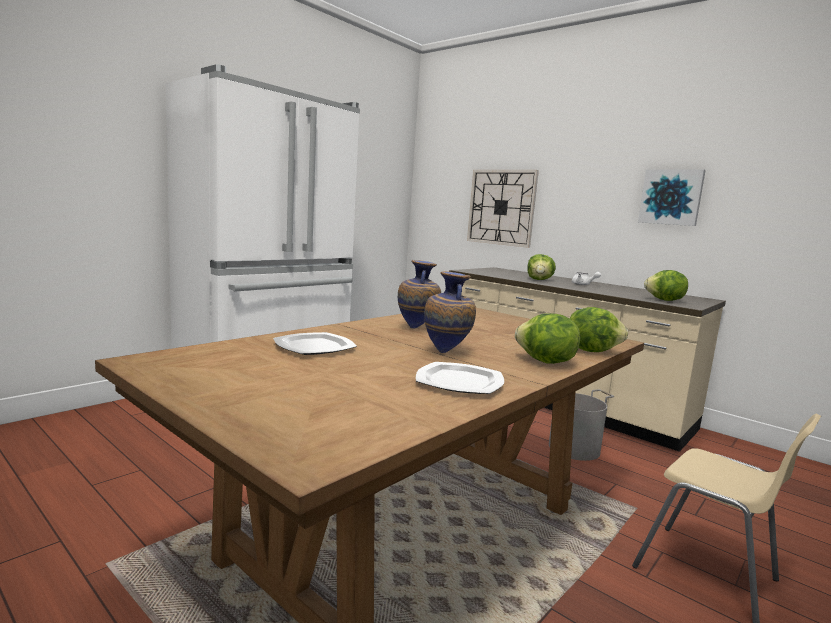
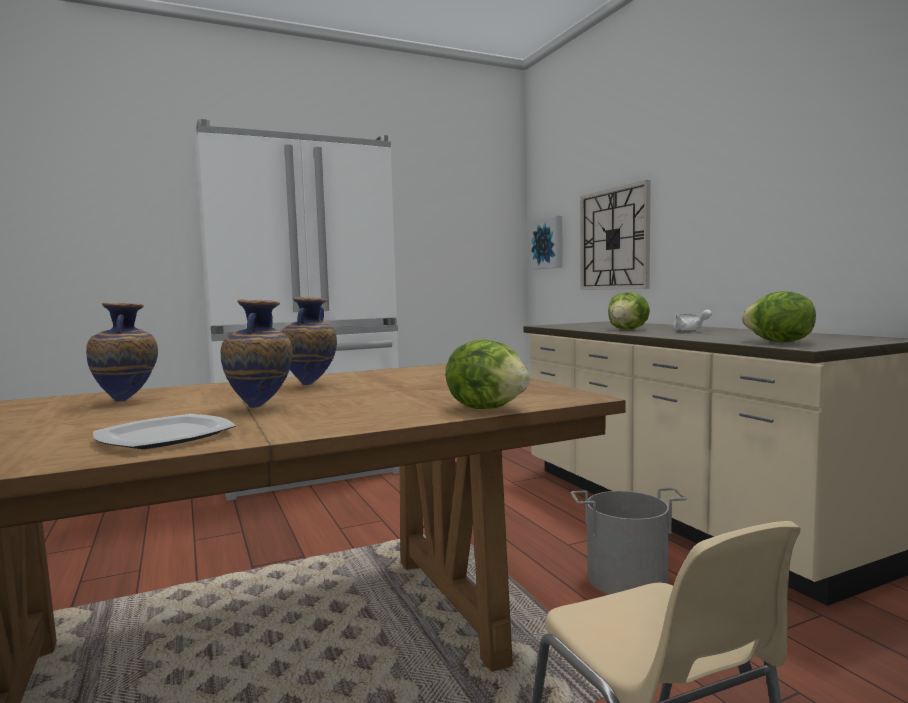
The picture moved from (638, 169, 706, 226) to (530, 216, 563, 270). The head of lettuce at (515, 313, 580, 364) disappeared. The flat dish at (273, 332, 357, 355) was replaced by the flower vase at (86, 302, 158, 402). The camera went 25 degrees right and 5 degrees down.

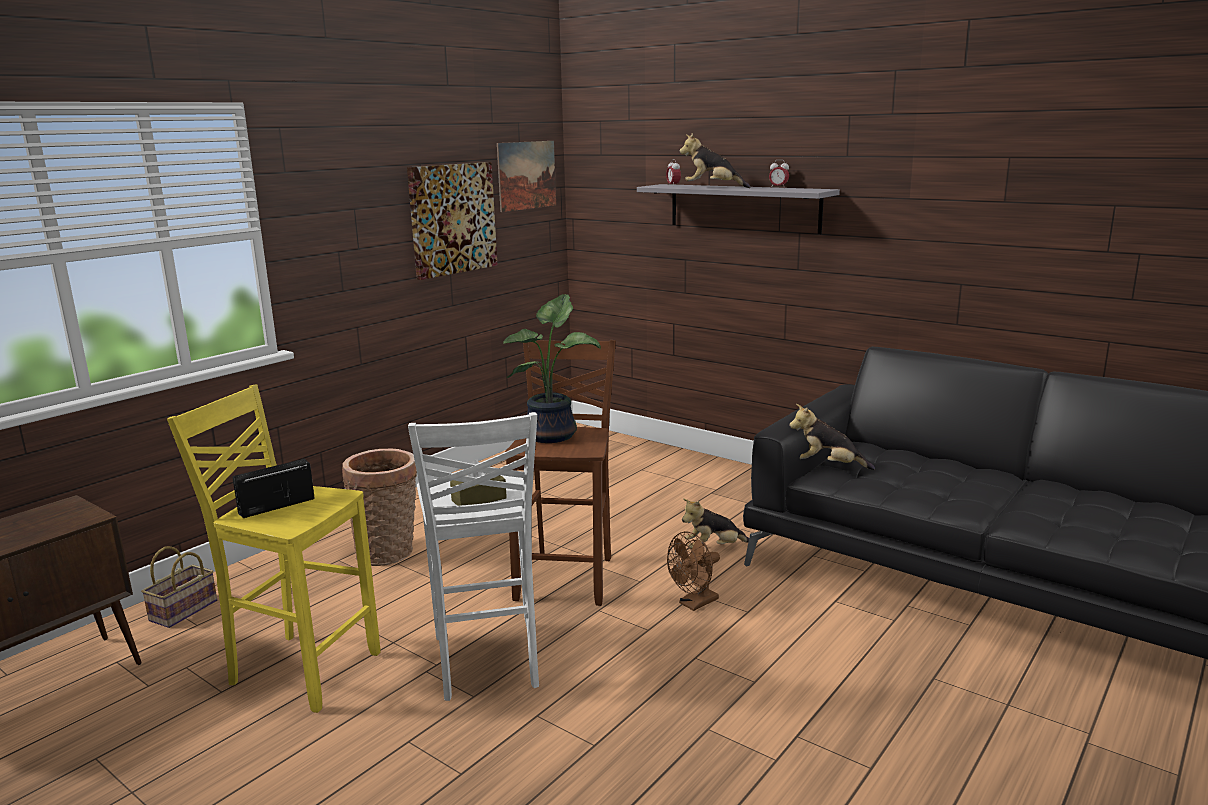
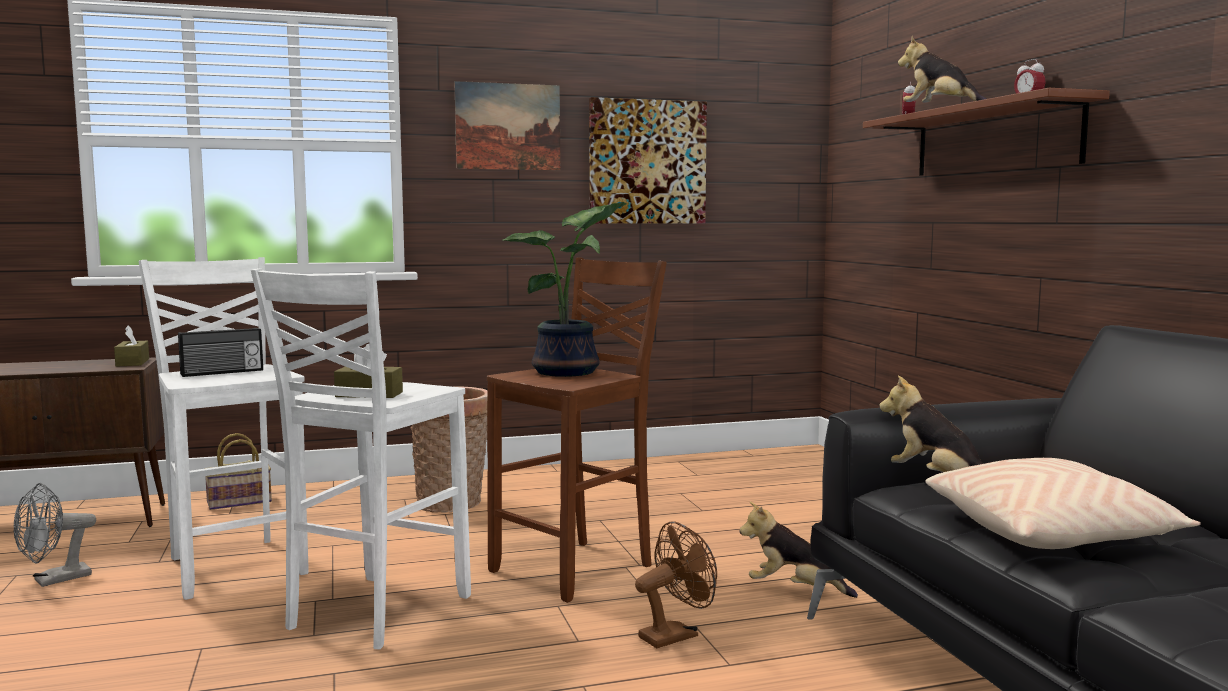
The picture moved from (497, 141, 556, 212) to (454, 81, 560, 170). The grey bracket shelf at (637, 184, 840, 234) became the brownish bracket shelf at (863, 88, 1110, 176). The yellowish stool at (167, 384, 381, 713) became the white-coloured stool at (138, 257, 309, 600). The radio receiver at (233, 459, 315, 518) turned 150 degrees clockwise. The brownish electric fan at (667, 531, 720, 611) turned 150 degrees clockwise. The brownish box of tissues at (114, 325, 149, 367) appeared. The beige throw pillow at (926, 458, 1201, 549) appeared. The grey electric fan at (14, 483, 96, 587) appeared. The camera went 35 degrees right and 10 degrees down.

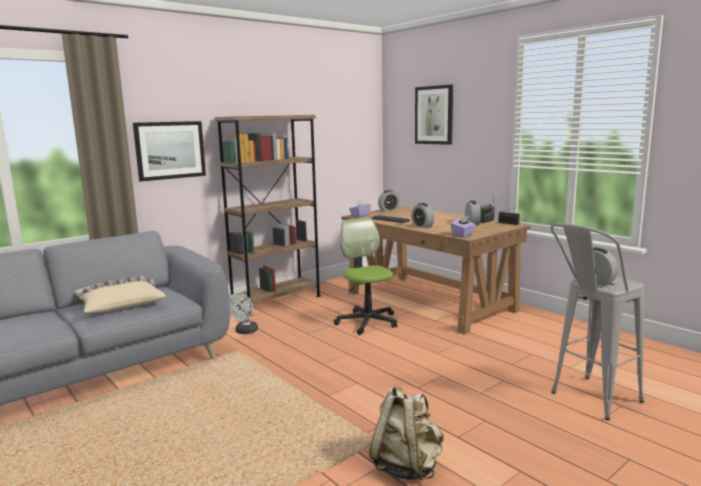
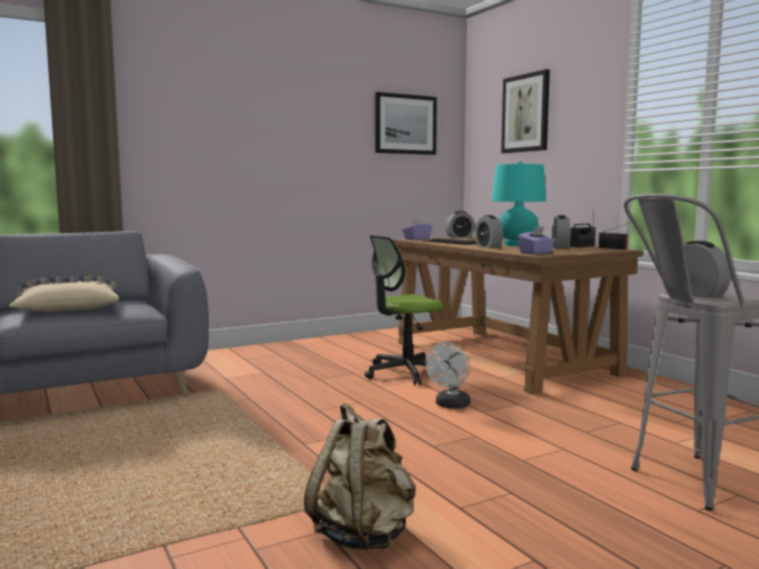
The brownish bookshelf at (215, 115, 321, 316) disappeared. The picture moved from (133, 121, 206, 182) to (375, 92, 437, 155). The office chair at (334, 218, 398, 335) turned 105 degrees counterclockwise. The white-coloured electric fan moved from (229, 293, 258, 334) to (425, 342, 470, 409). The blue-green table lamp at (491, 161, 546, 246) appeared. The camera went 10 degrees right and 5 degrees down.

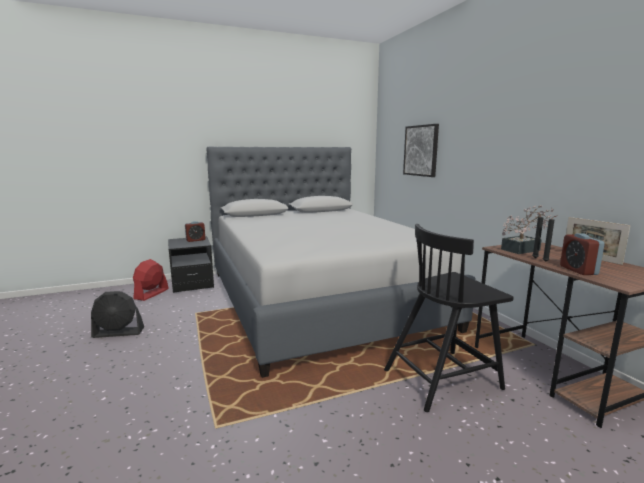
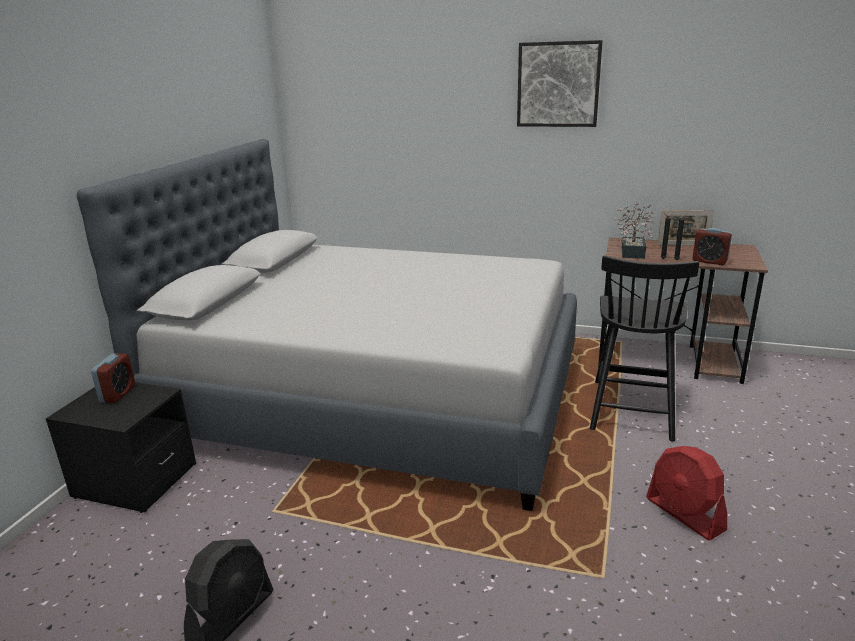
The picture moved from (403, 124, 439, 177) to (517, 40, 603, 127). The red-coloured electric fan moved from (133, 259, 169, 301) to (646, 446, 727, 540). The camera went 50 degrees left and 10 degrees up.

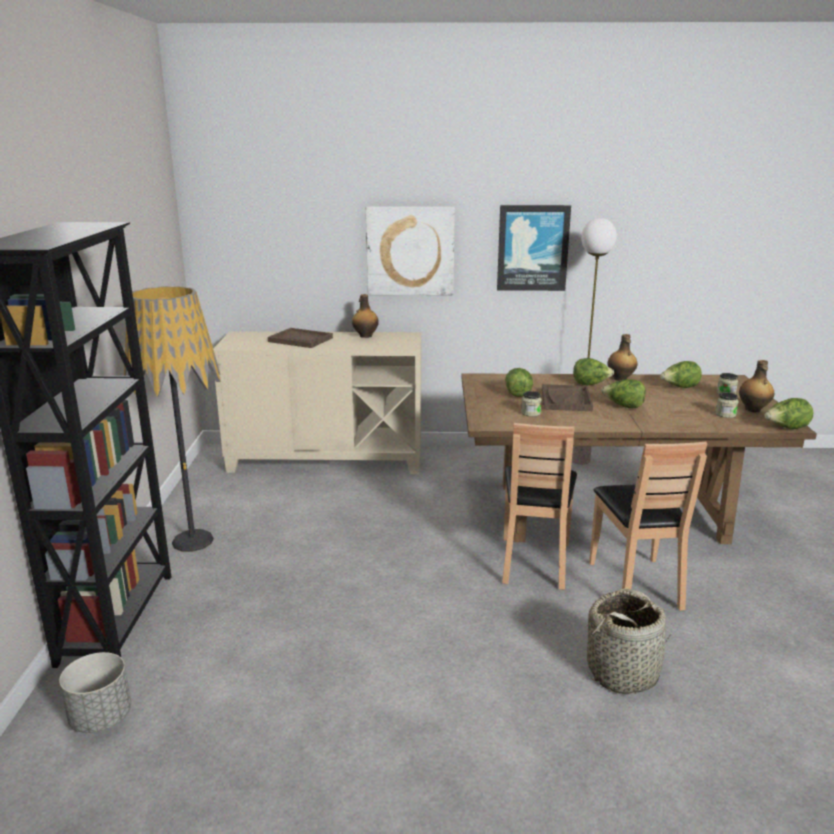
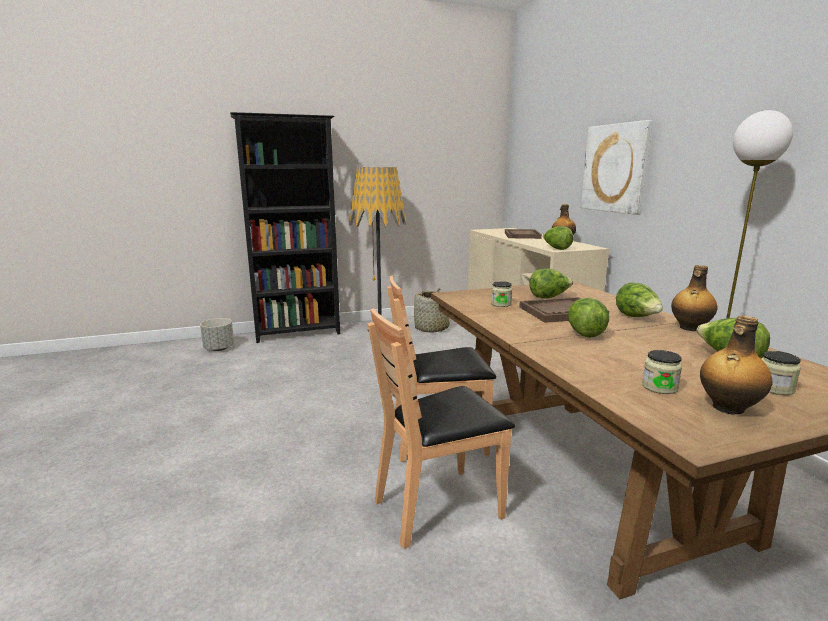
The picture at (497, 205, 571, 291) disappeared. The head of lettuce moved from (765, 398, 813, 429) to (543, 226, 574, 250). The storage basket moved from (586, 588, 671, 694) to (414, 288, 450, 332). The camera went 70 degrees right and 5 degrees down.

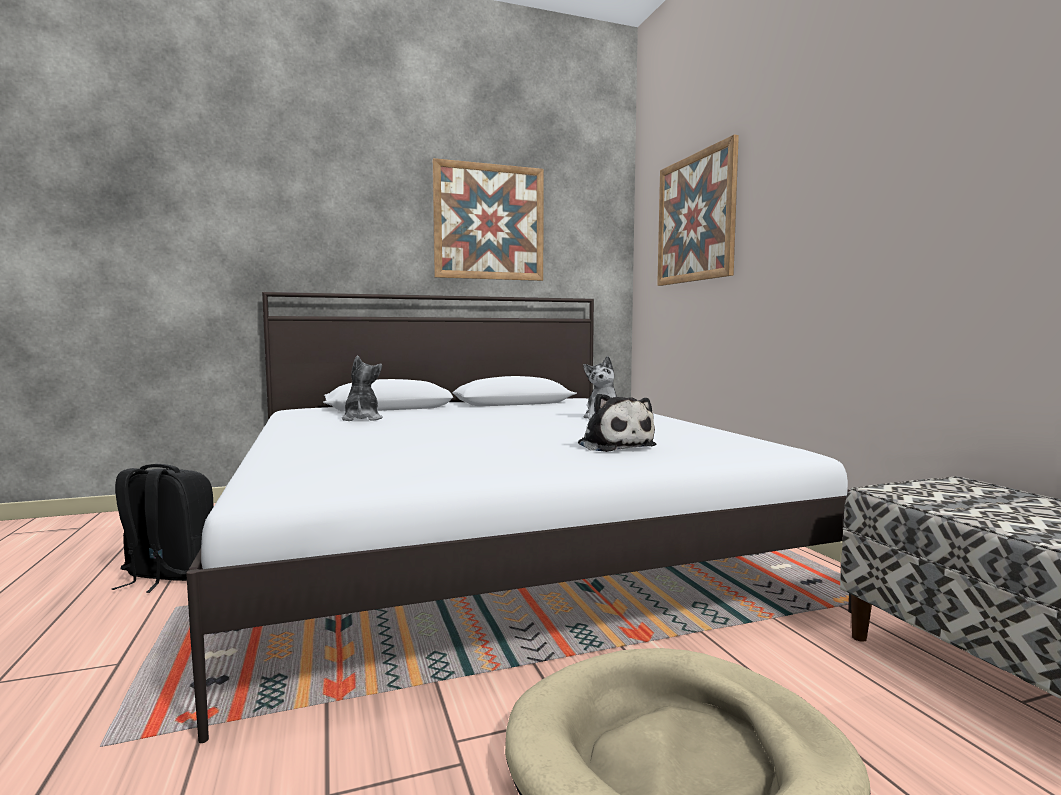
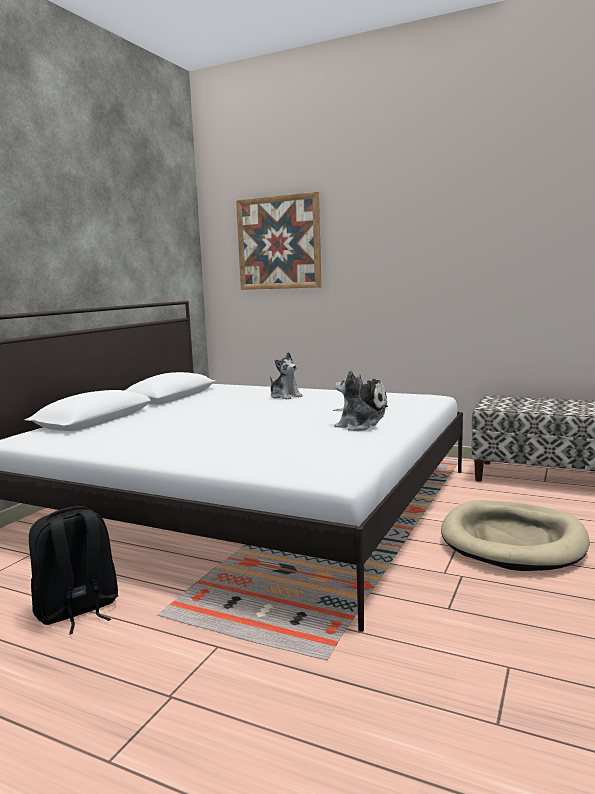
The picture at (432, 158, 544, 281) disappeared. The plush toy moved from (342, 356, 383, 421) to (334, 370, 385, 431). The camera went 45 degrees left and 5 degrees up.

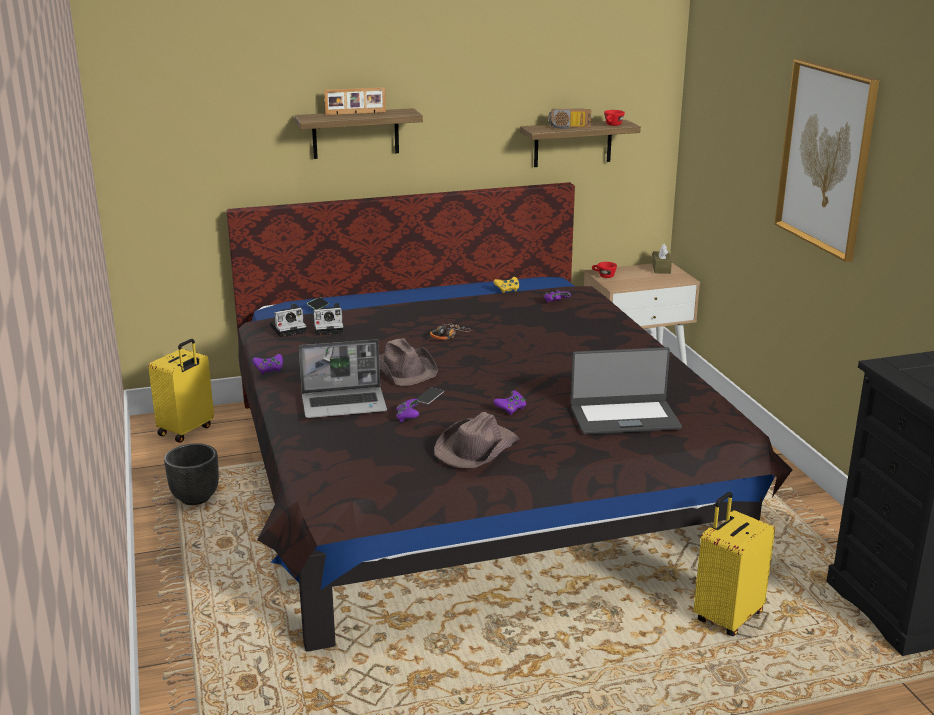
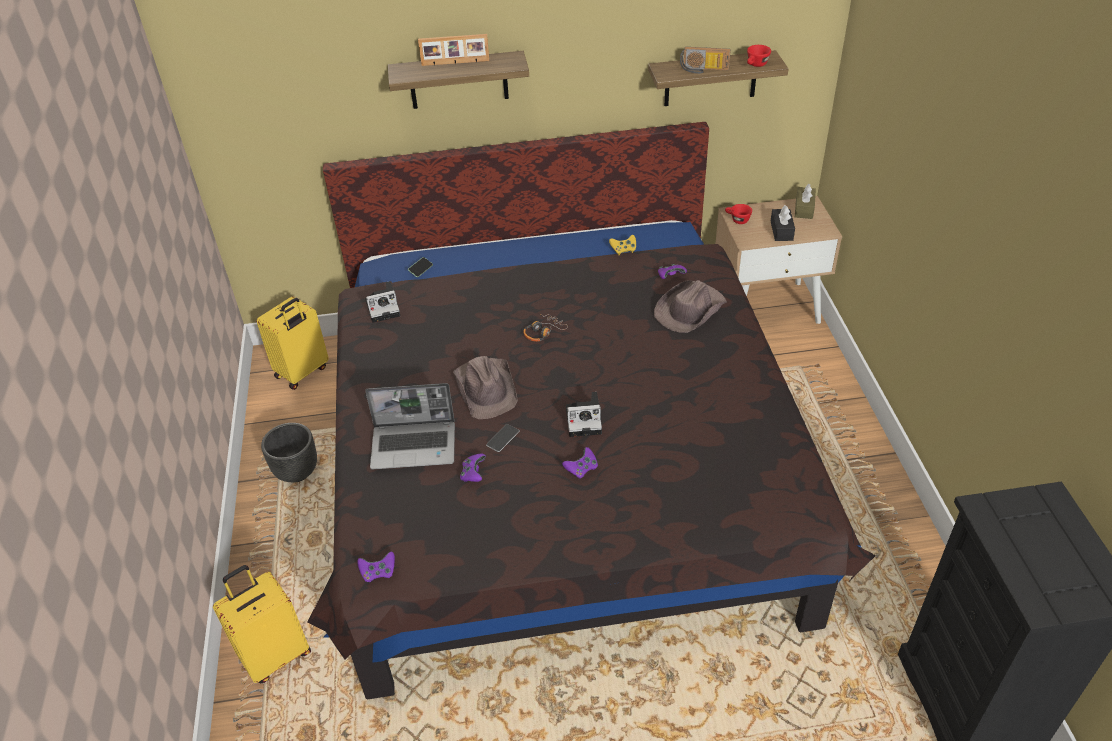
The picture at (774, 59, 879, 262) disappeared. The still camera moved from (313, 303, 344, 335) to (566, 392, 602, 437). The notebook computer at (570, 347, 682, 435) disappeared. The purple game controller moved from (252, 354, 283, 375) to (357, 552, 395, 582). The brownish wearable hat moved from (434, 412, 520, 468) to (654, 280, 727, 333). The yellowish suitcase moved from (694, 492, 775, 636) to (213, 565, 311, 683). The blackish box of tissues at (771, 205, 795, 241) appeared. The camera went 10 degrees right and 20 degrees up.

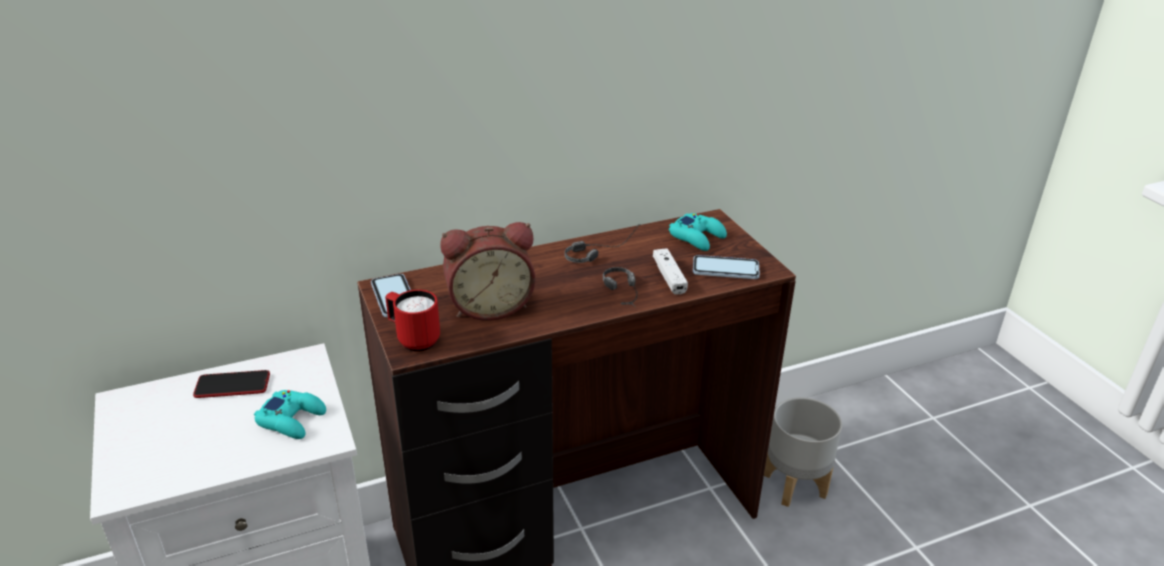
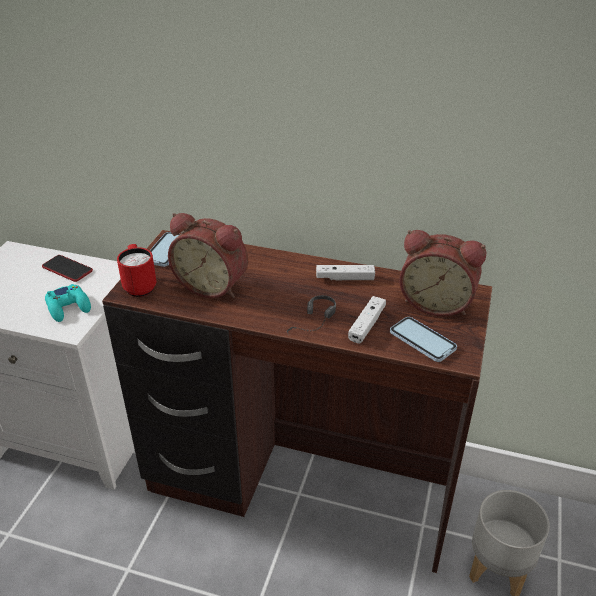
The blue-green game controller at (669, 213, 727, 251) was replaced by the bedside clock at (399, 230, 486, 317). The pair of headphones at (565, 224, 640, 263) was replaced by the white-coloured game controller at (316, 265, 375, 280). The camera went 40 degrees right and 5 degrees up.

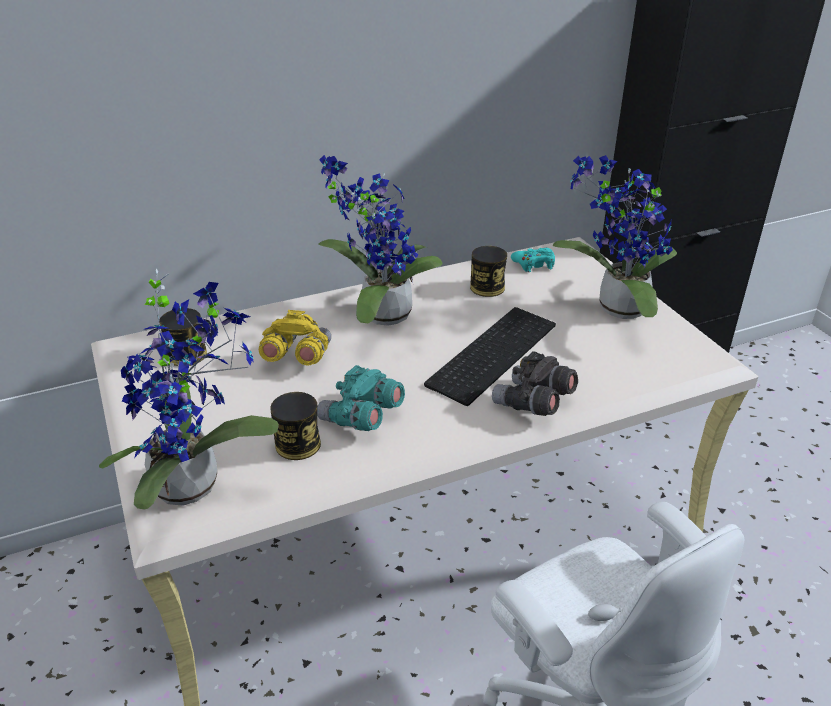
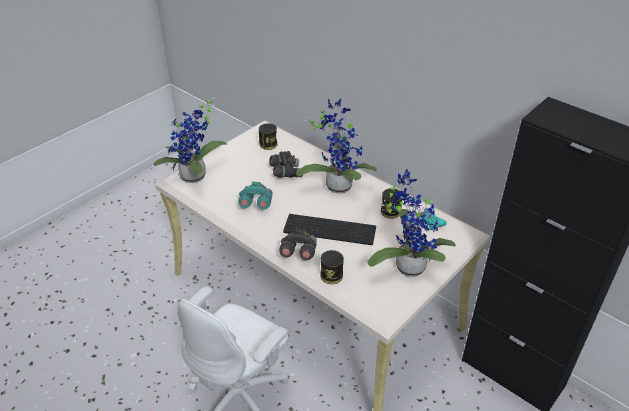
The yellowish binoculars at (259, 310, 331, 366) became the grey binoculars at (269, 151, 303, 178). The can moved from (270, 392, 321, 460) to (320, 250, 344, 284). The camera went 65 degrees right and 5 degrees up.

